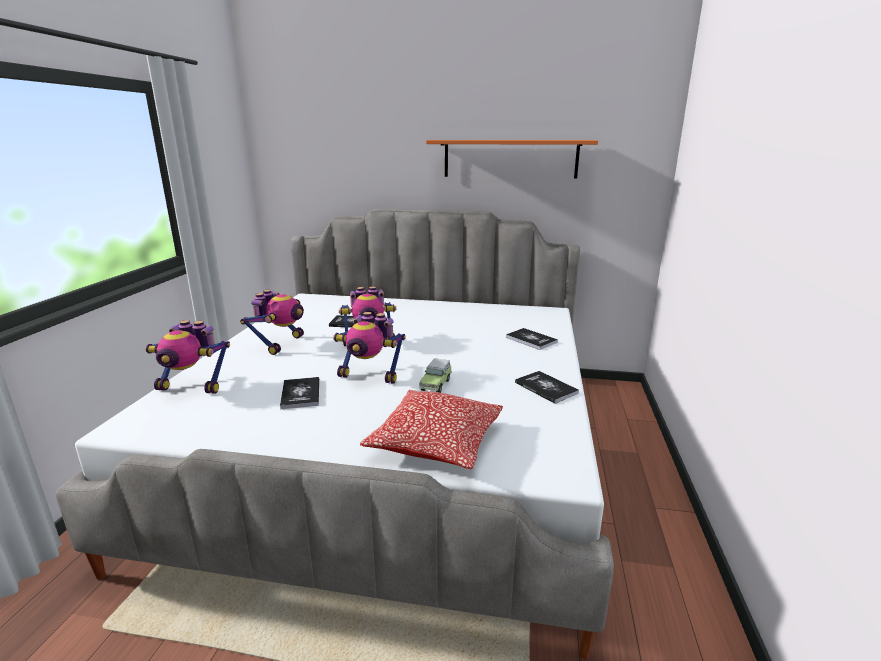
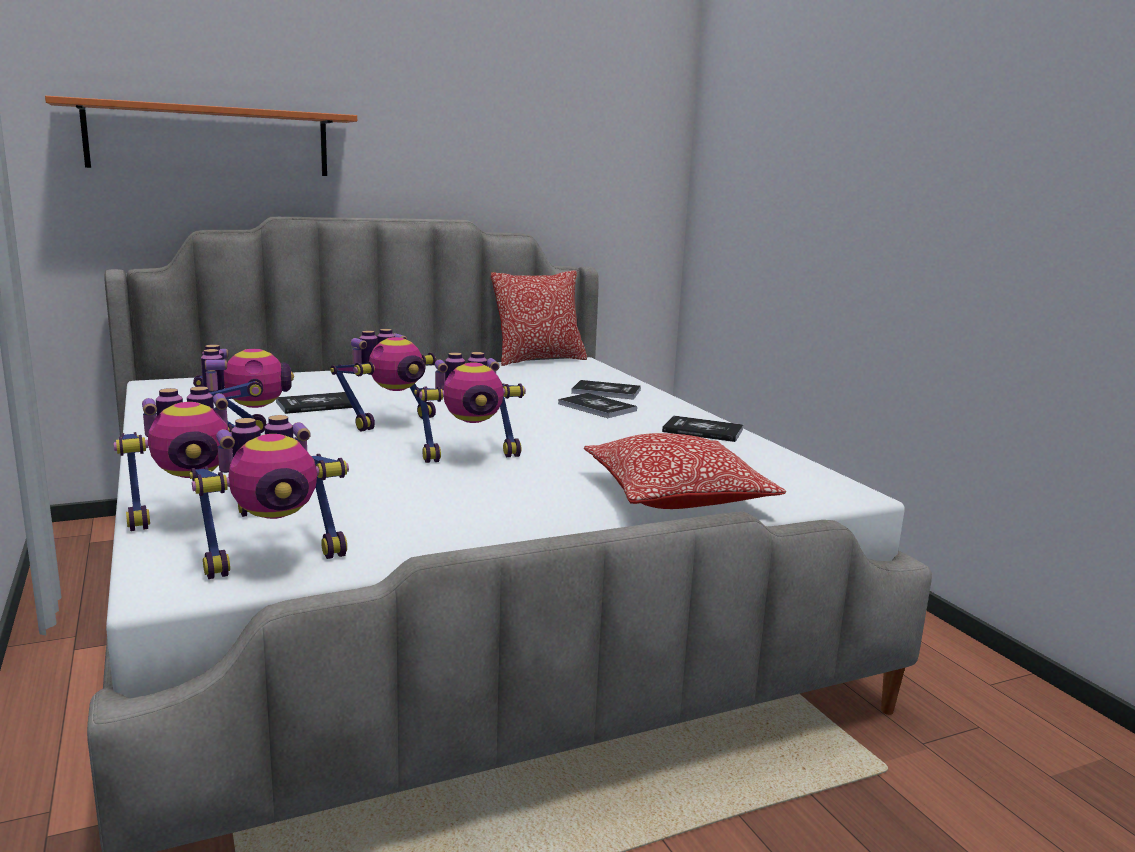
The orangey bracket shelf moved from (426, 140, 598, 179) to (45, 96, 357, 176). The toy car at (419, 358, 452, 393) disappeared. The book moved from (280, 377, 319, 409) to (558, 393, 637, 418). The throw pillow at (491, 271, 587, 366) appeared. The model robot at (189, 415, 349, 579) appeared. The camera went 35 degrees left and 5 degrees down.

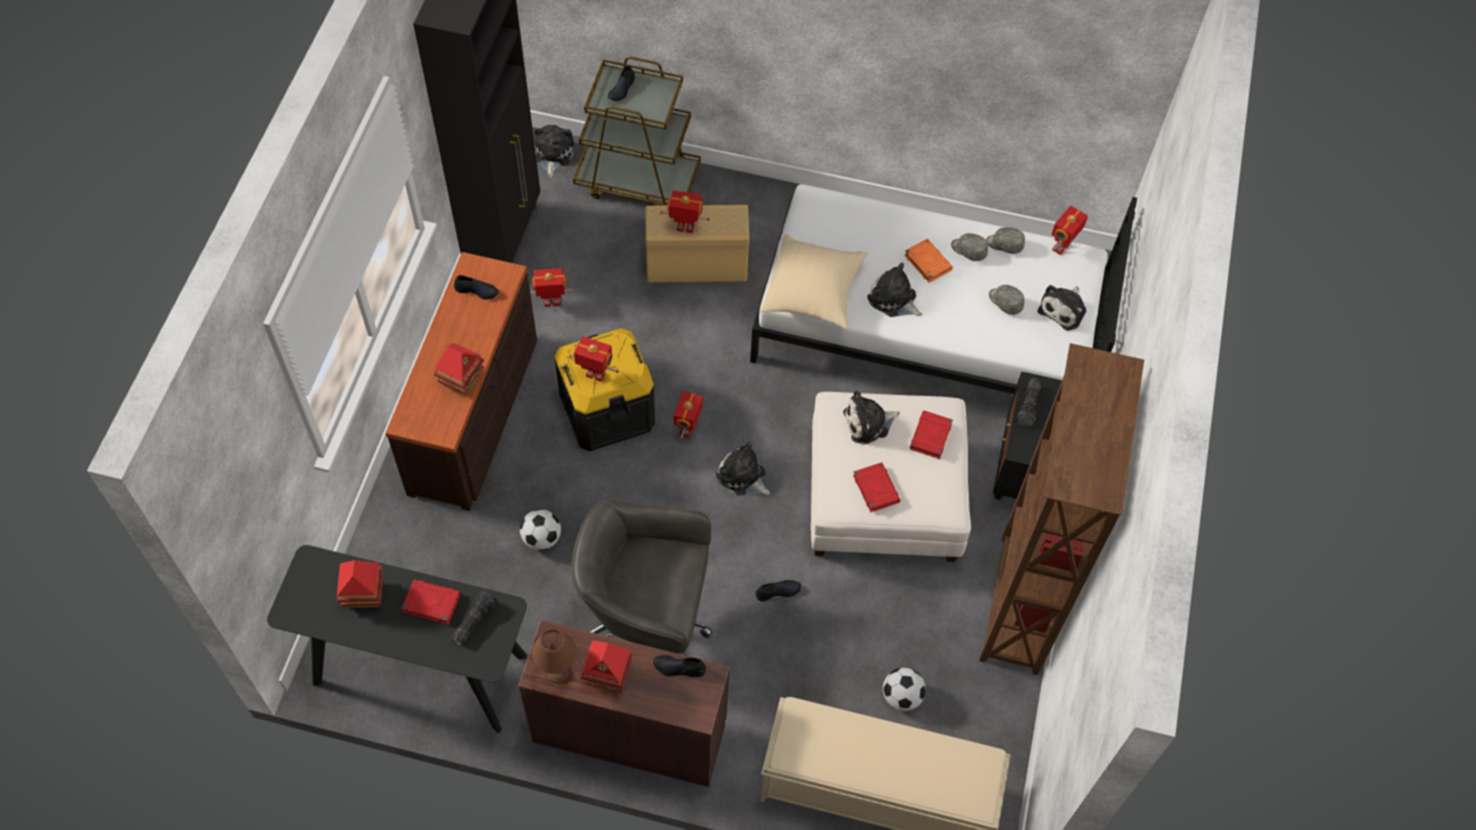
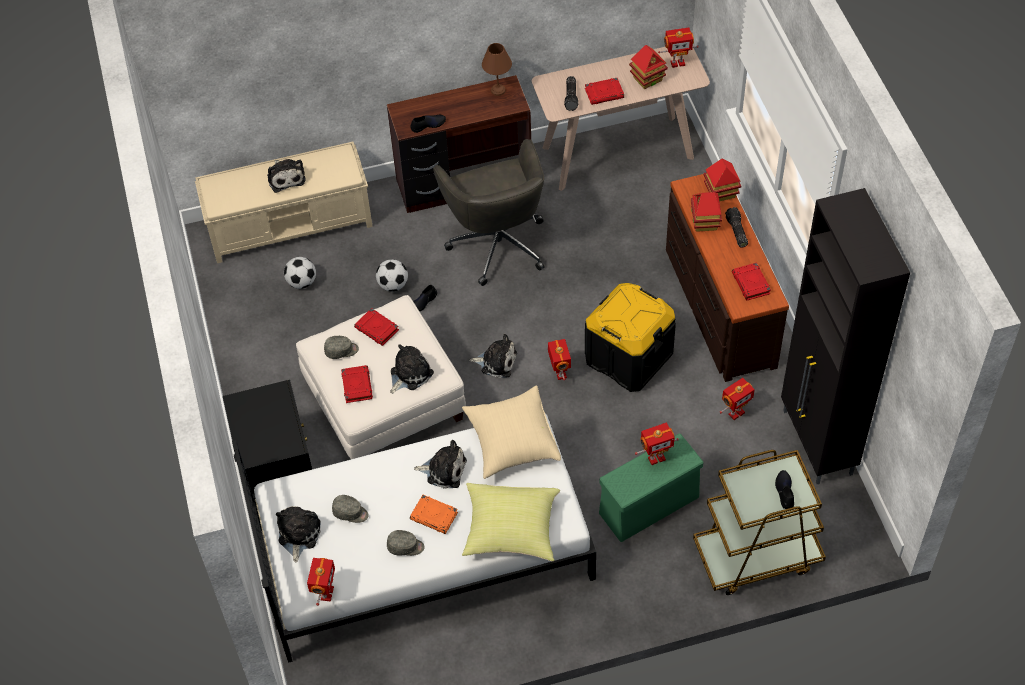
The plush toy moved from (533, 125, 574, 177) to (267, 159, 306, 193). The beige storage box at (646, 205, 749, 282) became the green storage box at (599, 434, 703, 542). The grey cap moved from (986, 227, 1025, 254) to (324, 336, 359, 359). The blackish shoe at (454, 275, 499, 299) was replaced by the red-coloured book at (732, 262, 771, 300). The model robot moved from (569, 336, 619, 382) to (658, 28, 699, 68). The brownish bookshelf at (979, 343, 1144, 675) disappeared. The torch moved from (1017, 378, 1041, 427) to (725, 207, 748, 248). The grey office chair at (572, 499, 713, 653) turned 90 degrees clockwise. The ball for football moved from (520, 509, 561, 550) to (376, 259, 408, 291). The blackish console table at (267, 545, 527, 733) became the beige console table at (532, 47, 710, 191). The miniature house moved from (581, 640, 633, 693) to (704, 158, 741, 202). The yellowish throw pillow at (462, 483, 560, 561) appeared. The camera went 155 degrees right and 5 degrees down.

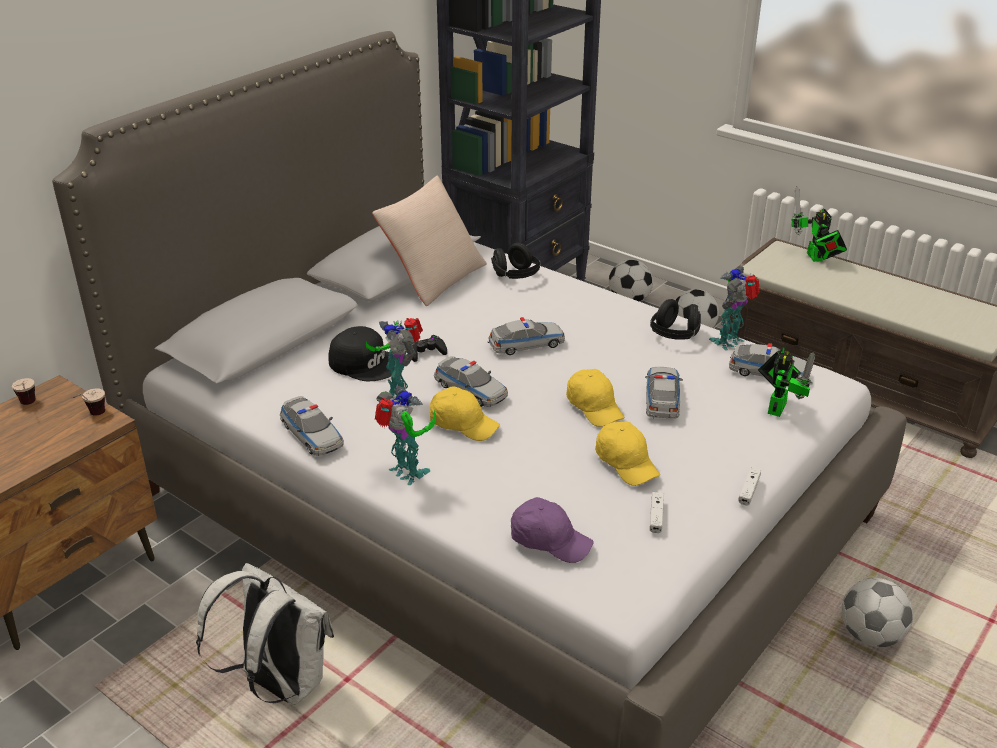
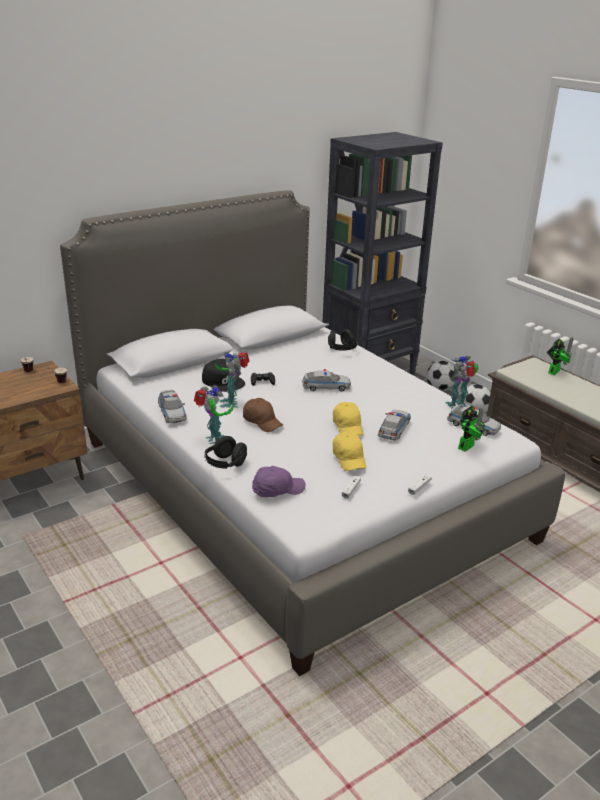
The beige throw pillow at (372, 176, 487, 306) disappeared. The model robot at (791, 187, 847, 262) turned 150 degrees counterclockwise. The blackish pair of headphones moved from (650, 299, 701, 340) to (204, 436, 247, 469). The toy car at (434, 356, 508, 407) disappeared. The yellowish cap at (430, 387, 500, 441) became the brownish cap at (243, 398, 283, 432). The purple cap at (511, 497, 594, 563) turned 60 degrees counterclockwise. The white-coloured backpack at (196, 563, 334, 705) disappeared. The ball for football at (842, 578, 913, 647) disappeared. The camera went 15 degrees right and 5 degrees down.

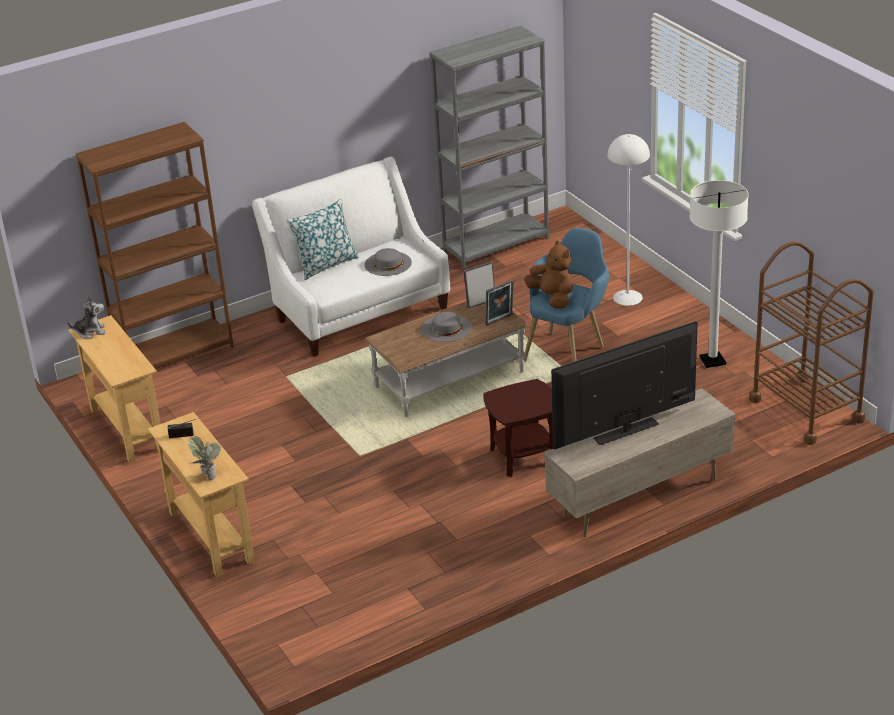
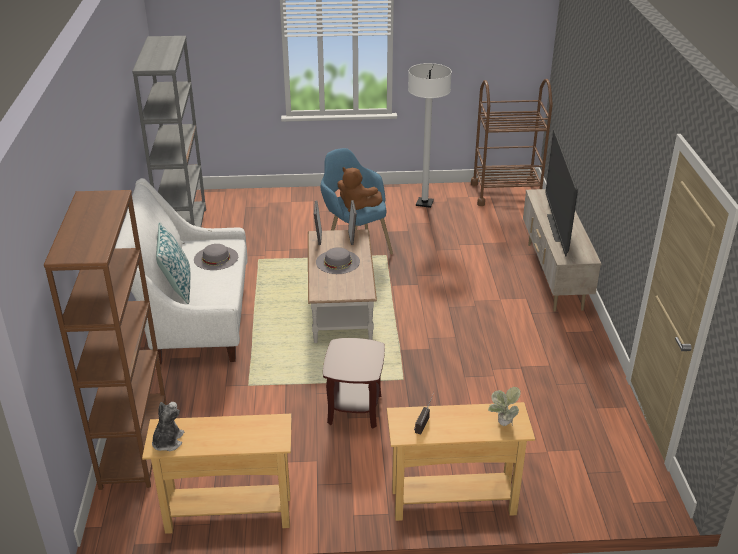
The white-coloured standard lamp at (608, 134, 650, 306) disappeared. The brownish plush toy at (524, 241, 573, 308) turned 135 degrees counterclockwise. The brownish side table moved from (483, 379, 553, 477) to (323, 338, 385, 429). The camera went 65 degrees left and 0 degrees up.

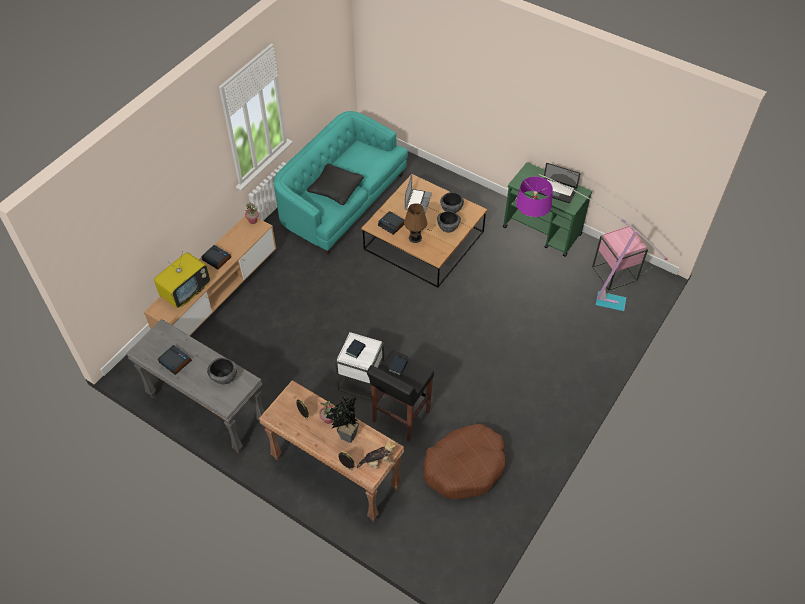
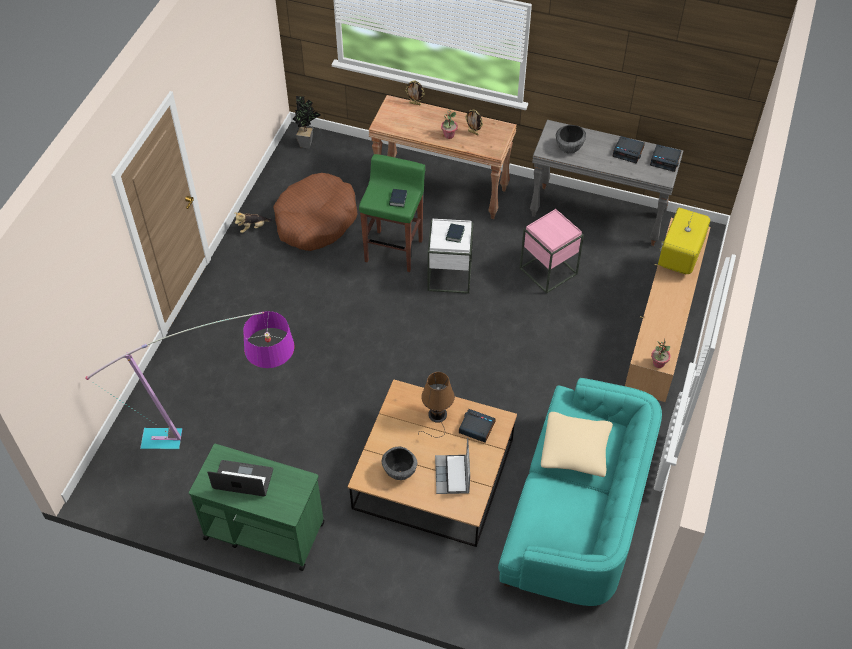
The blackish throw pillow at (307, 164, 364, 205) became the beige throw pillow at (541, 412, 613, 477). The deep dish at (437, 211, 461, 233) disappeared. The pinkish side table moved from (592, 226, 648, 290) to (520, 209, 584, 294). The bedside clock moved from (201, 245, 231, 269) to (650, 144, 682, 172). The blackish stool at (367, 351, 434, 441) became the green stool at (359, 154, 425, 272). The houseplant moved from (326, 397, 359, 443) to (293, 96, 321, 148). The plush toy moved from (357, 439, 397, 469) to (234, 212, 272, 233). The camera went 165 degrees right and 0 degrees up.

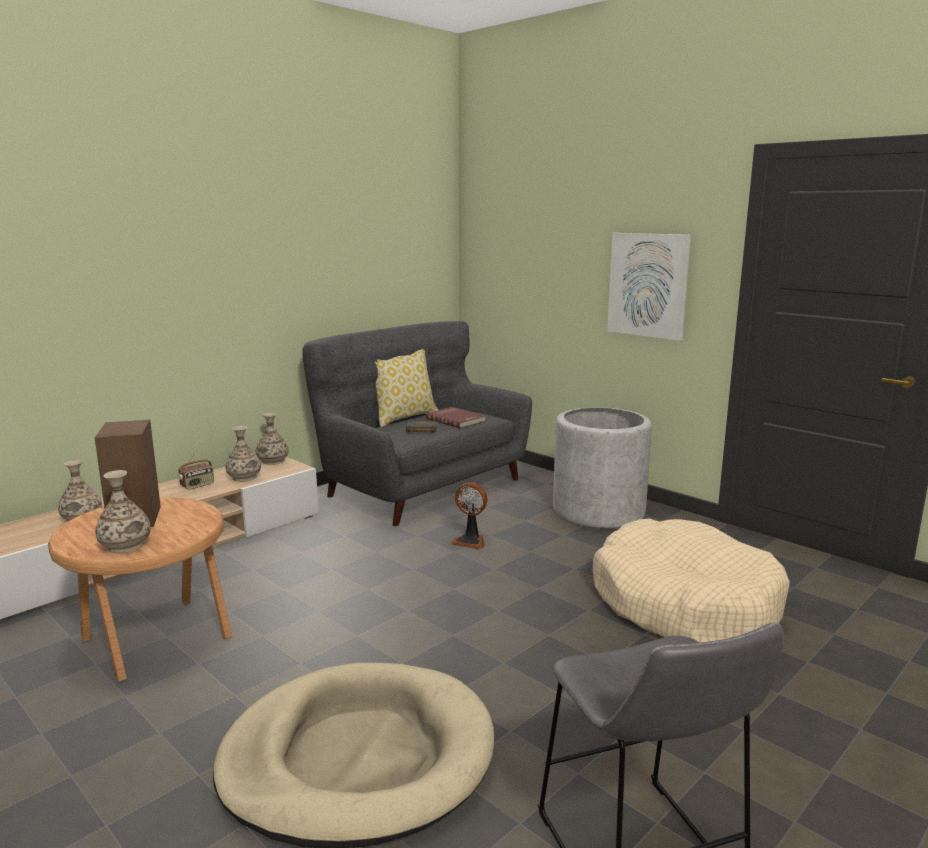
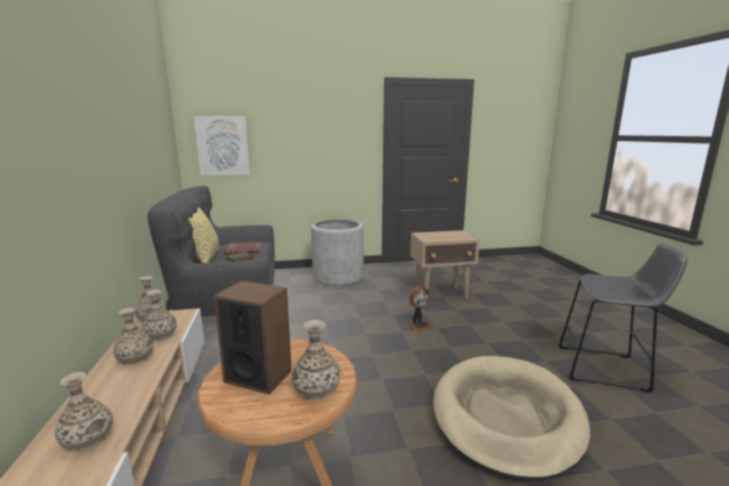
The picture moved from (607, 233, 691, 341) to (194, 116, 250, 176). The radio receiver at (178, 450, 214, 490) was replaced by the flower vase at (113, 308, 153, 365). The electric fan moved from (451, 482, 488, 549) to (409, 286, 433, 332). The beige pet bed at (593, 518, 790, 642) was replaced by the beige side table at (410, 230, 480, 299). The camera went 55 degrees left and 0 degrees up.

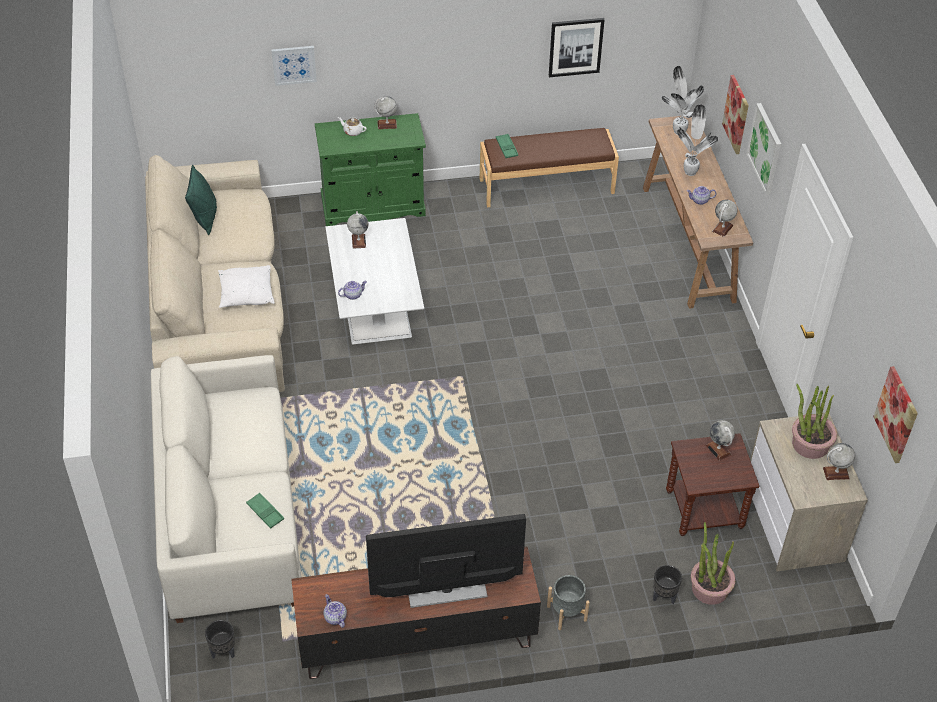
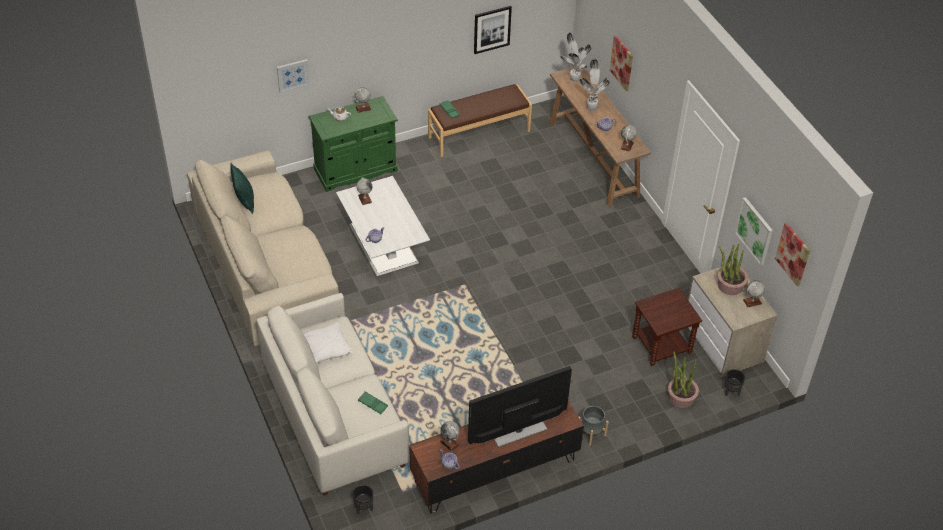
The picture moved from (747, 103, 781, 195) to (734, 197, 773, 266). The white-coloured throw pillow moved from (218, 265, 275, 308) to (303, 322, 353, 363). The desk globe moved from (705, 420, 735, 461) to (439, 421, 460, 452). The blackish plant pot moved from (653, 565, 682, 604) to (725, 369, 745, 396). The camera went 15 degrees left and 0 degrees up.

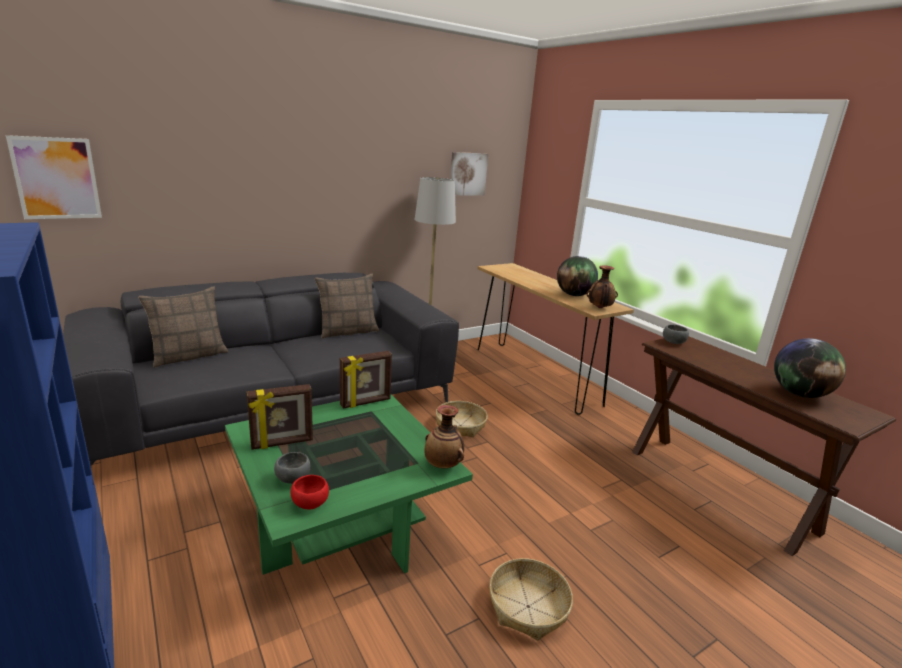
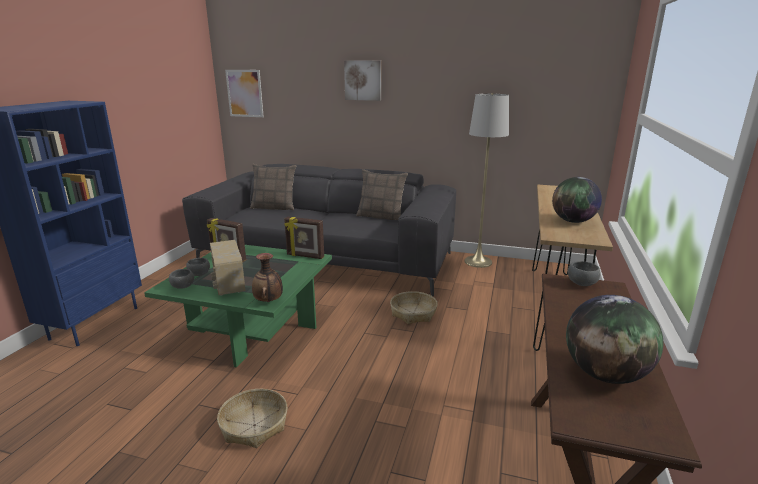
The picture moved from (450, 152, 488, 196) to (344, 61, 381, 101). The flower vase at (586, 265, 618, 308) disappeared. The red-coloured deep dish at (291, 475, 329, 510) became the grey deep dish at (169, 269, 194, 289). The radio receiver at (210, 240, 245, 296) appeared. The camera went 50 degrees right and 0 degrees up.

